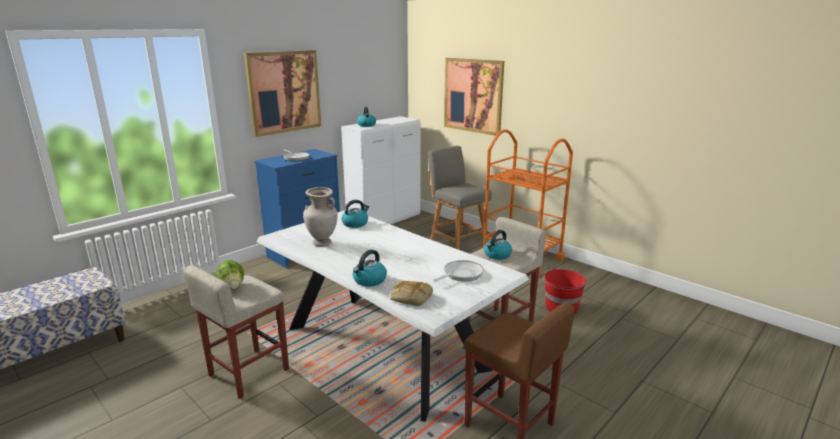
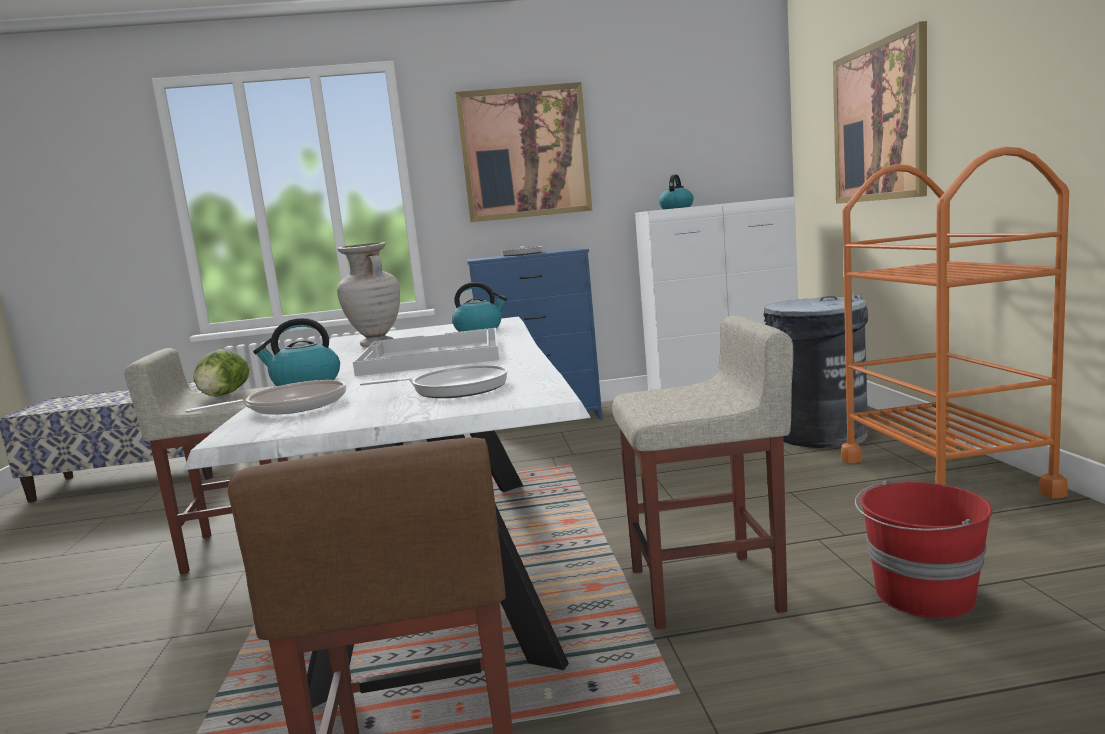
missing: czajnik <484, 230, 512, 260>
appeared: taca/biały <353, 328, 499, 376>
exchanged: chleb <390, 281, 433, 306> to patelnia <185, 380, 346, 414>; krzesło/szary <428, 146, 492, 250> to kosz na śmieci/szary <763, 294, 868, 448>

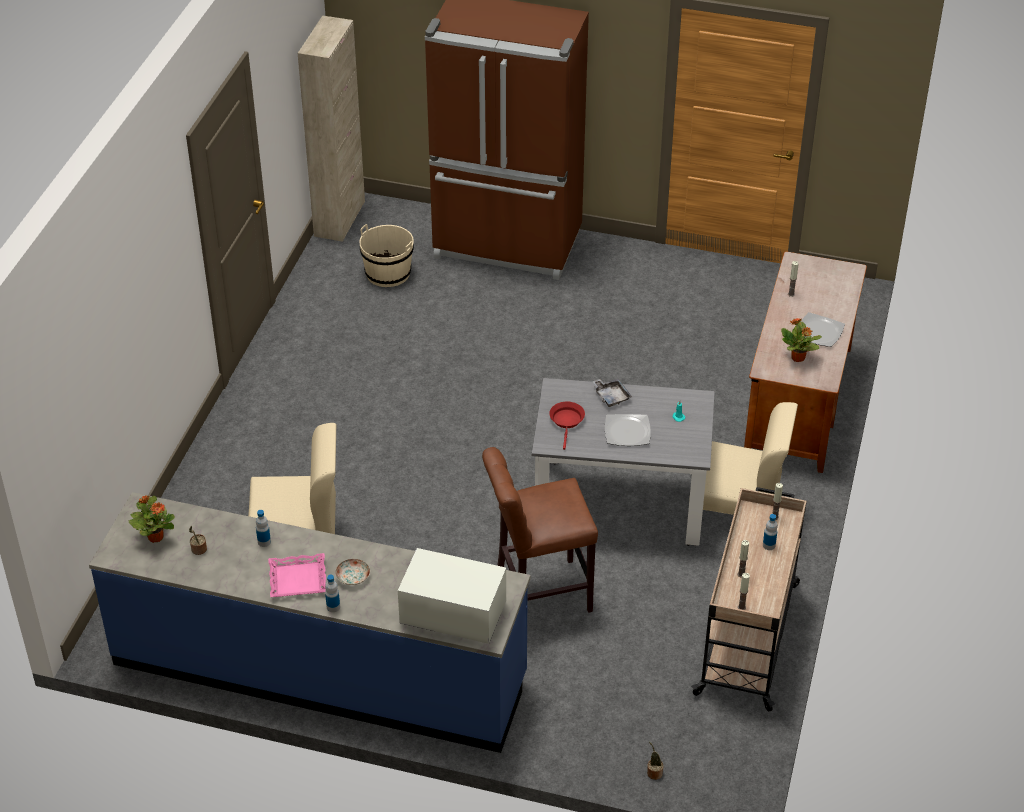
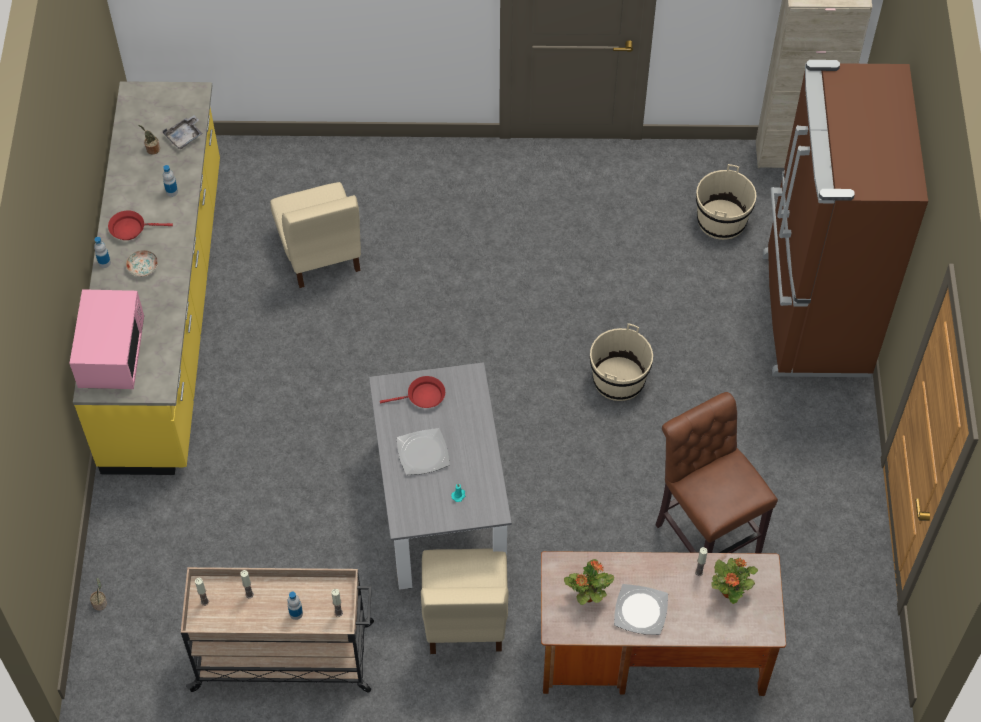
appeared: wiadro/beżowy <590, 323, 653, 401>
relocated: roślina doniczkowa <128, 495, 175, 543> to <711, 558, 758, 604>; stołek/brązowy <482, 447, 598, 613> to <655, 392, 778, 553>; taca/szary <592, 379, 632, 407> to <163, 115, 203, 149>
exchanged: taca/różowy <268, 553, 326, 597> to patelnia/czerwony <108, 210, 173, 240>
colour: zabudowa kuchenna/niebieski <89, 492, 531, 753> to zabudowa kuchenna/żółty <73, 81, 220, 475>; mikrofalówka/biały <398, 548, 506, 644> to mikrofalówka/różowy <69, 289, 144, 389>

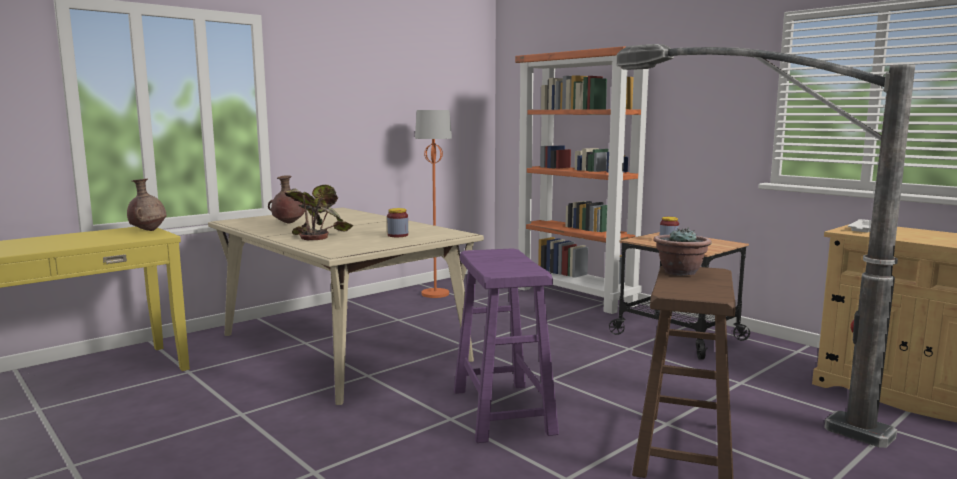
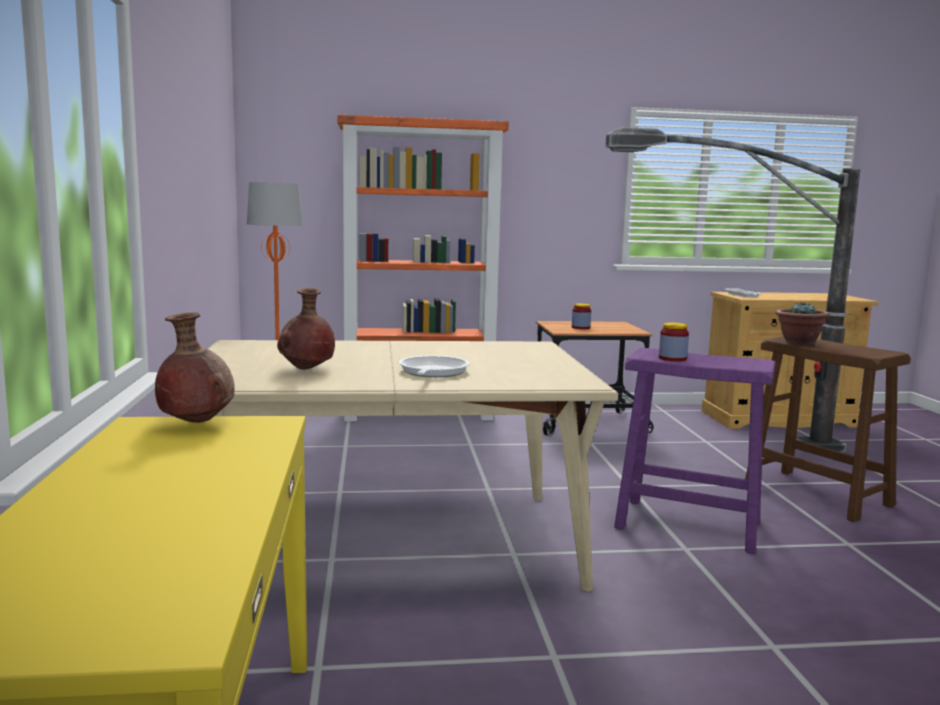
relocated: słoik <387, 208, 408, 237> to <659, 323, 689, 362>
exchanged: roślina doniczkowa <284, 184, 353, 240> to patelnia <399, 355, 470, 378>

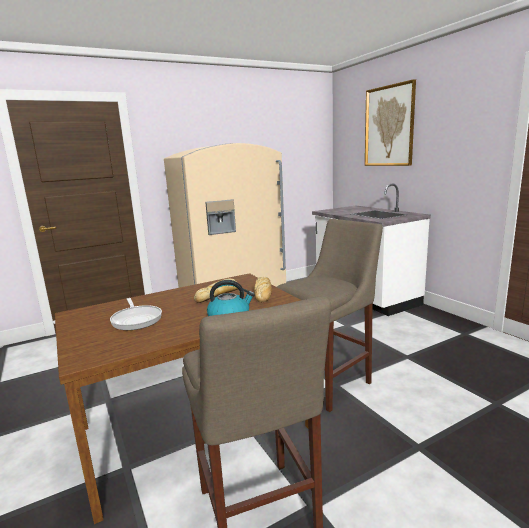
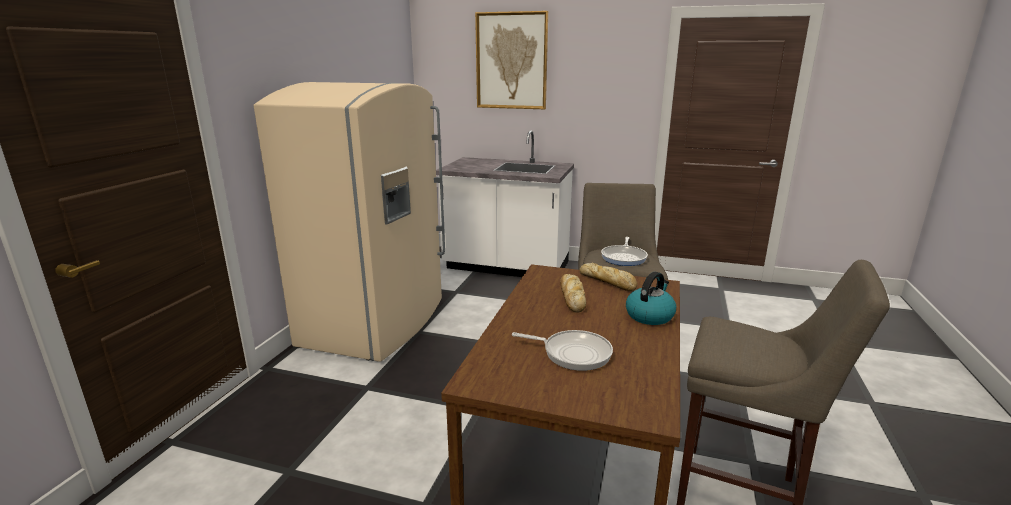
appeared: patelnia <601, 237, 648, 266>

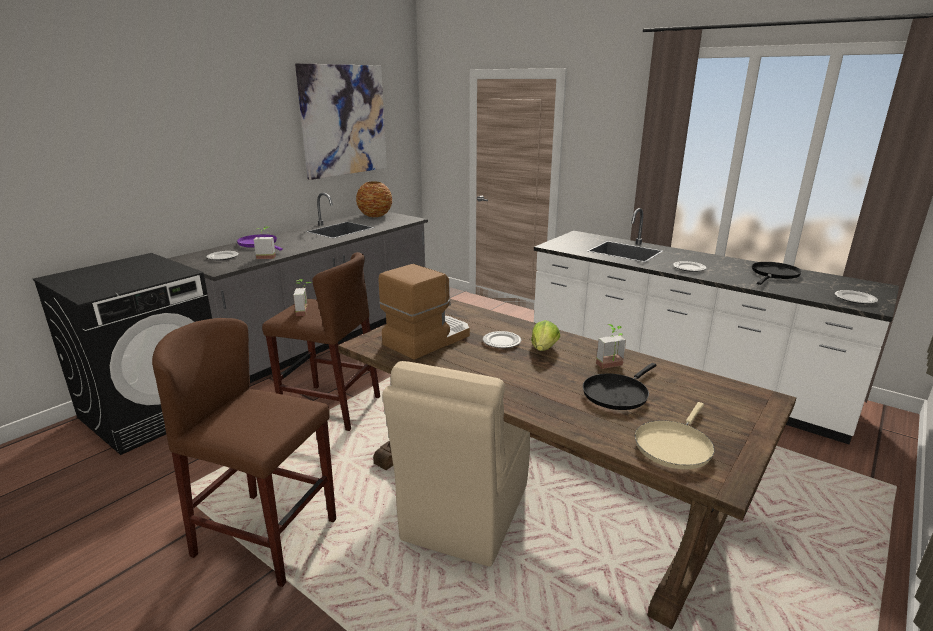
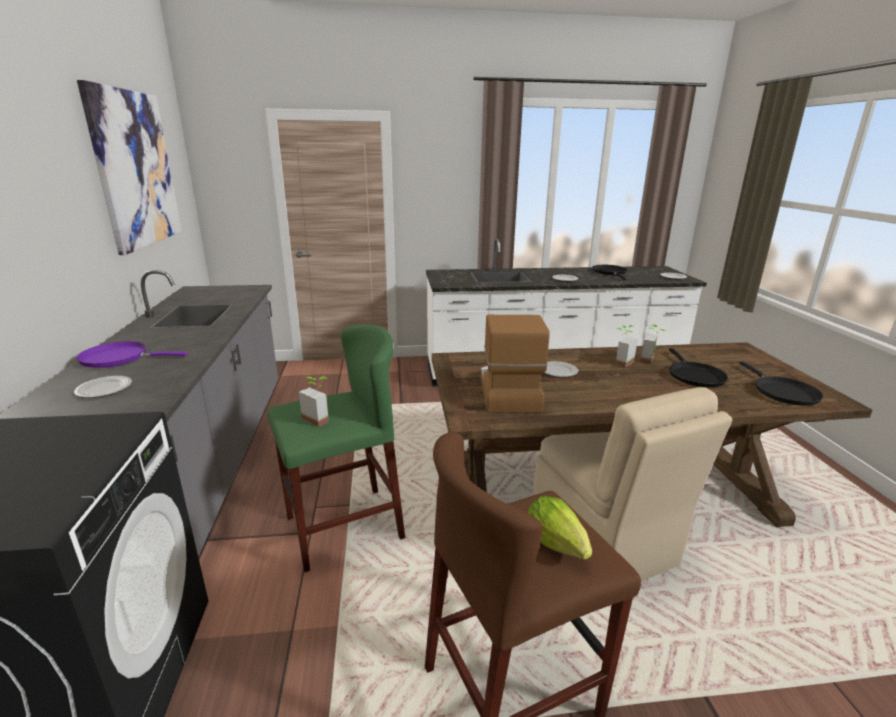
missing: wazon <356, 181, 392, 217>
relocated: roślina doniczkowa <254, 226, 276, 259> to <615, 325, 638, 368>; sałata <531, 320, 560, 351> to <528, 496, 592, 560>
colour: stołek/brązowy <262, 252, 380, 431> to stołek/zielony <267, 324, 405, 572>; patelnia/beżowy <635, 402, 715, 469> to patelnia/czarny <739, 361, 823, 406>

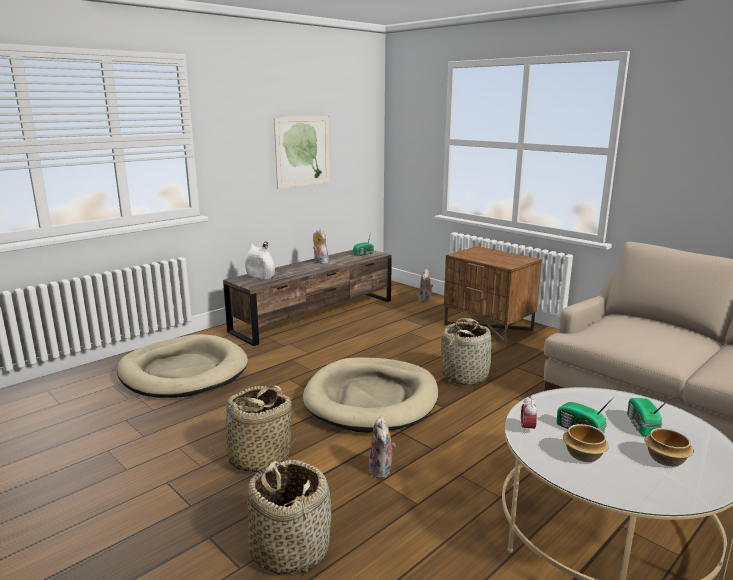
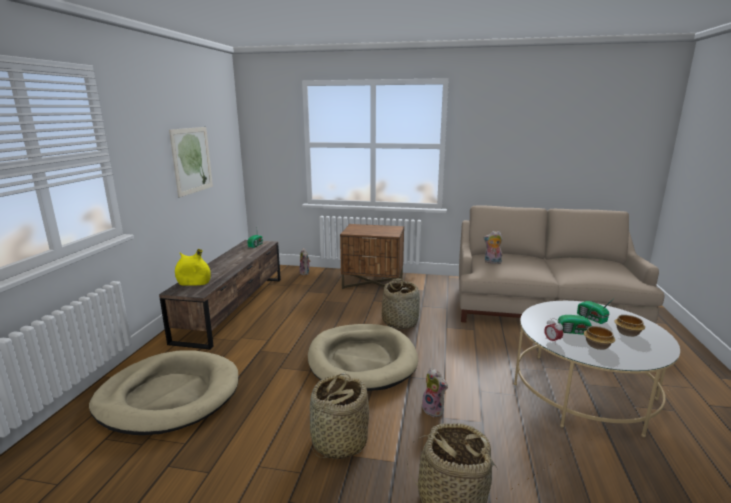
relocated: pluszak <313, 228, 329, 264> to <483, 231, 503, 264>
colour: wazon/biały <245, 241, 275, 280> to wazon/żółty <175, 249, 211, 286>

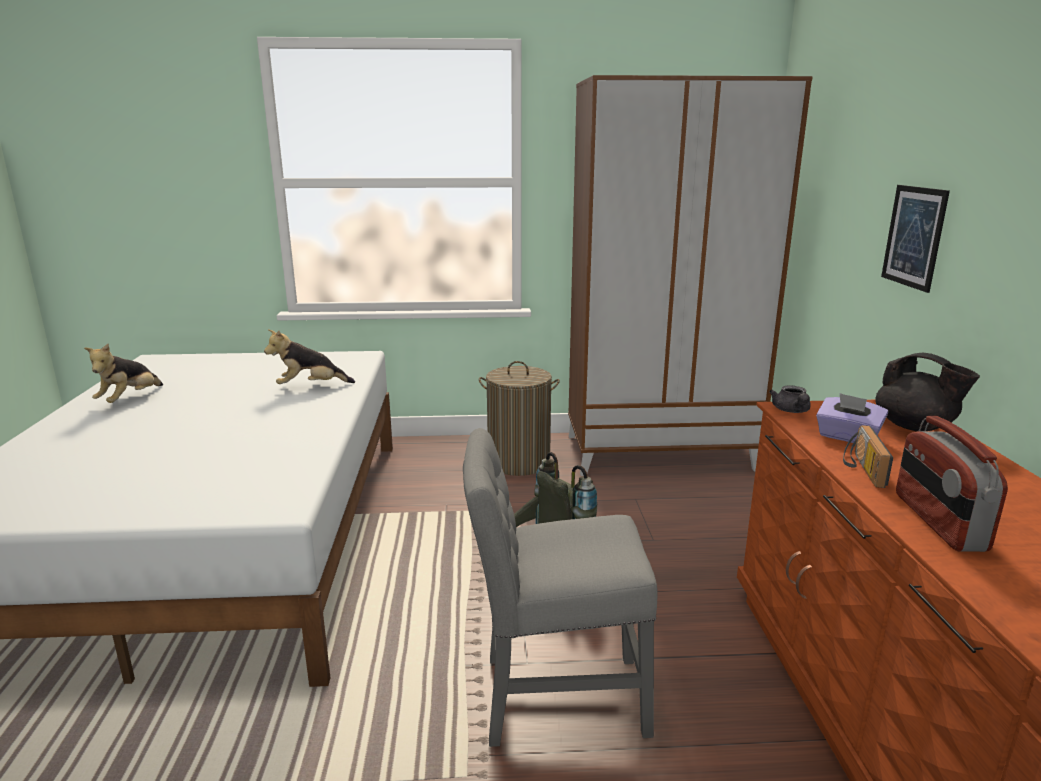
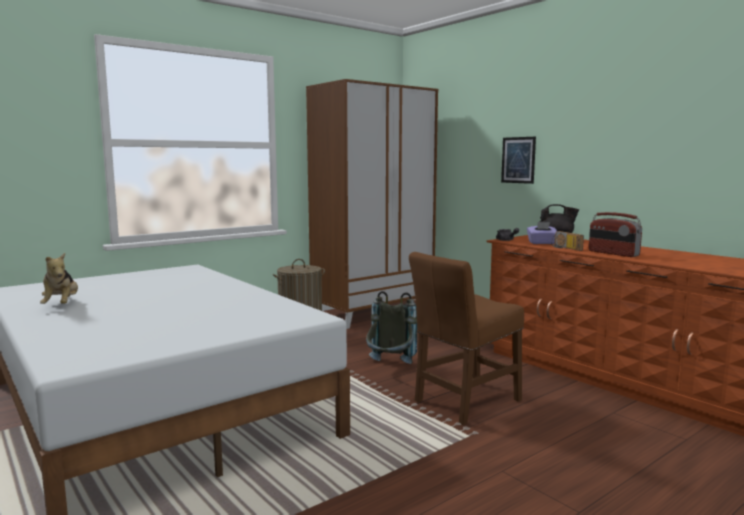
missing: pluszak <264, 329, 355, 384>
colour: krzesło/szary <463, 428, 657, 747> to krzesło/brązowy <409, 252, 524, 425>

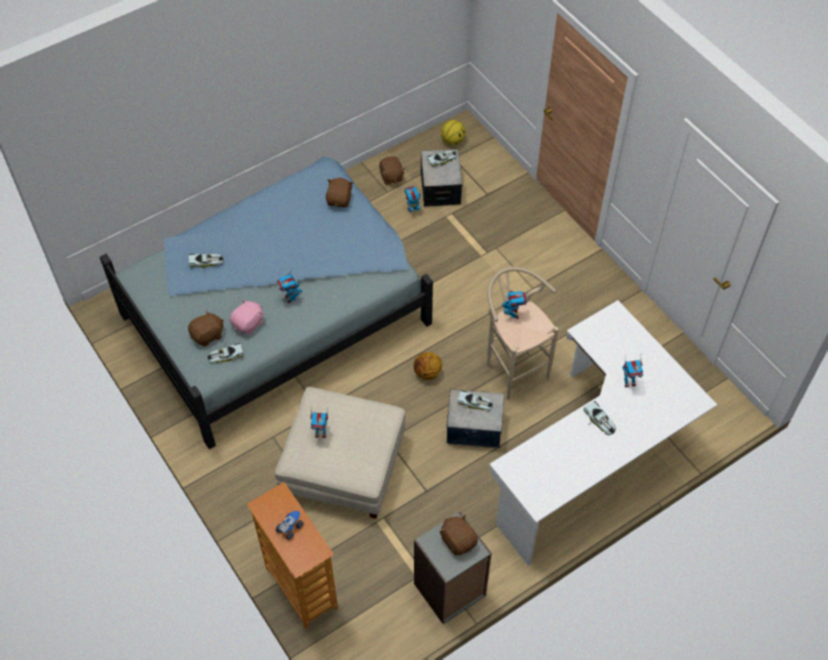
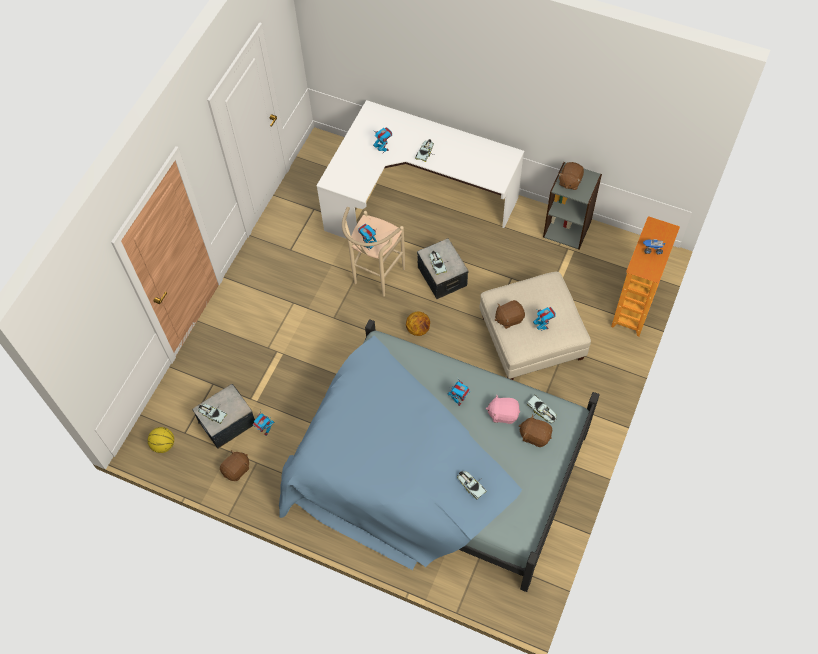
relocated: pluszak/brązowy <326, 178, 353, 208> to <495, 300, 525, 329>

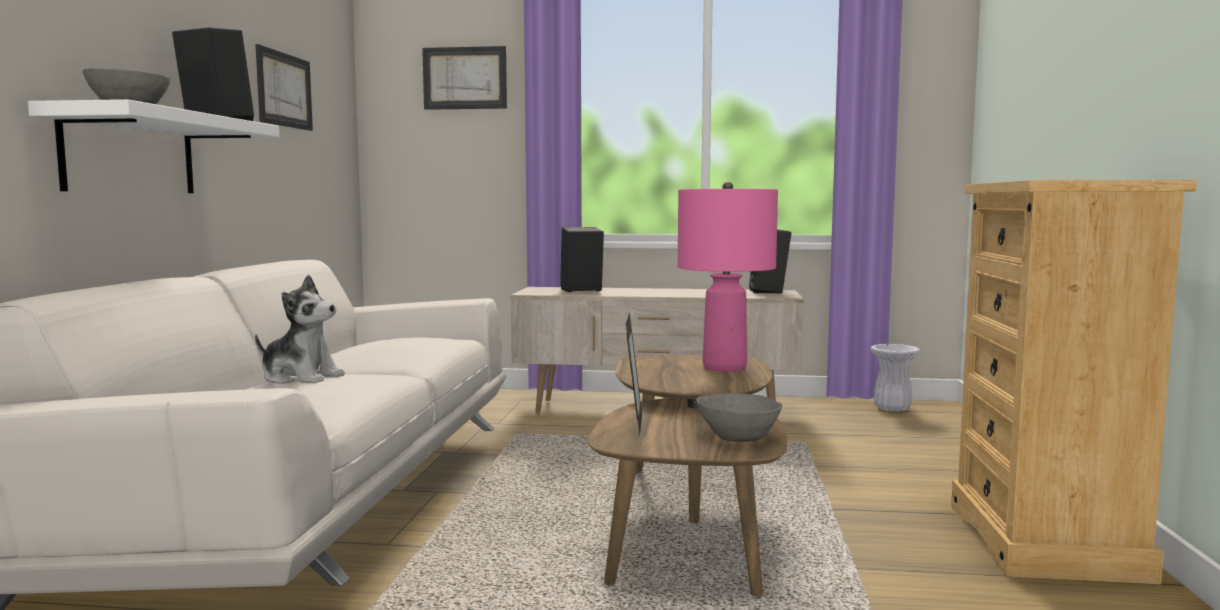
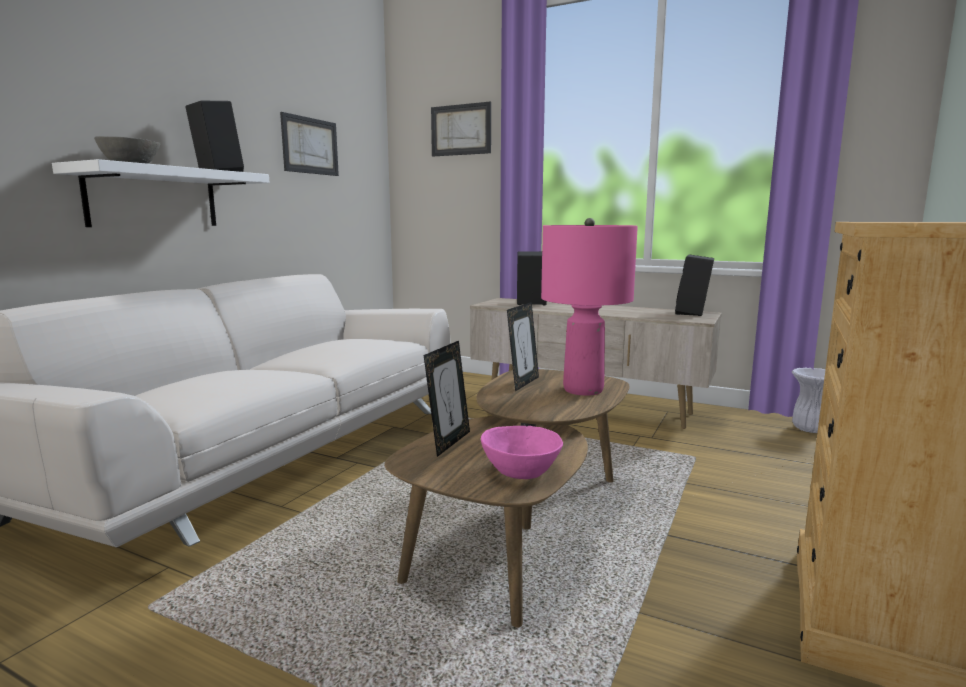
missing: pluszak <255, 275, 345, 384>
appeared: ramka na zdjęcie <507, 302, 539, 392>
colour: miska/szary <696, 393, 782, 442> to miska/różowy <481, 426, 563, 479>

